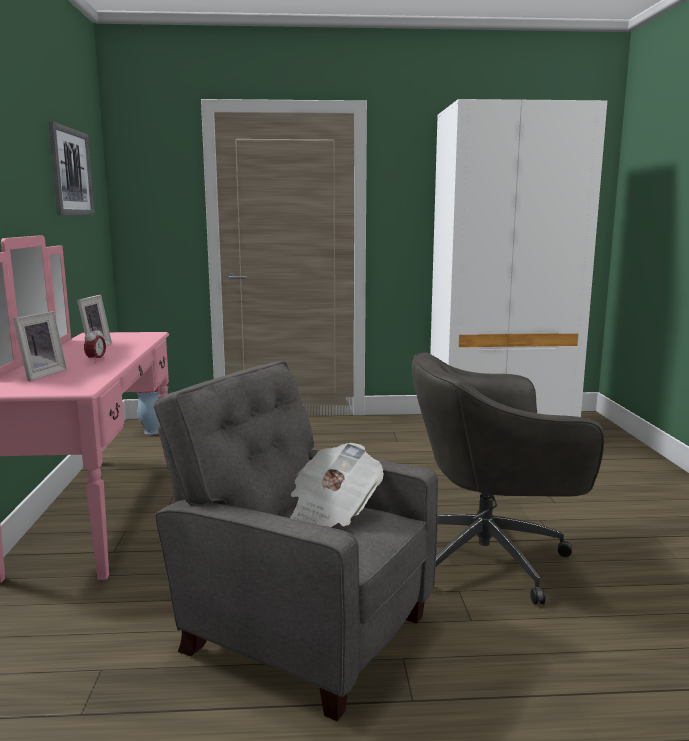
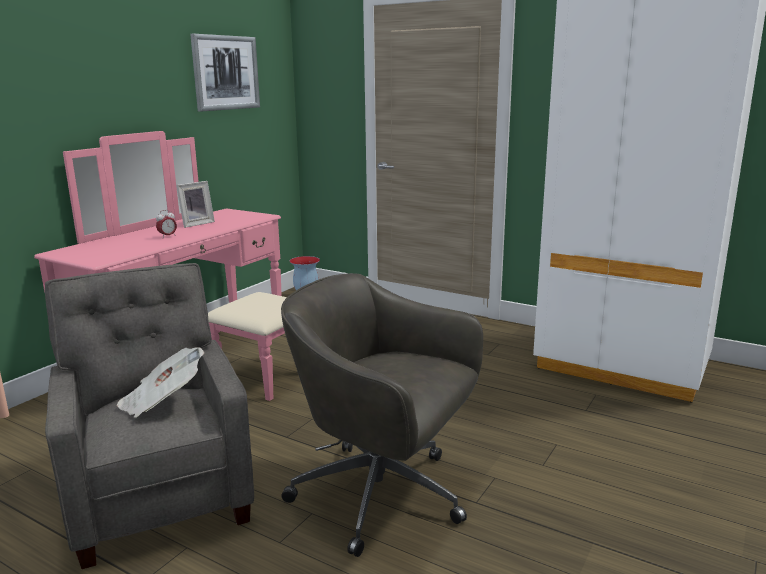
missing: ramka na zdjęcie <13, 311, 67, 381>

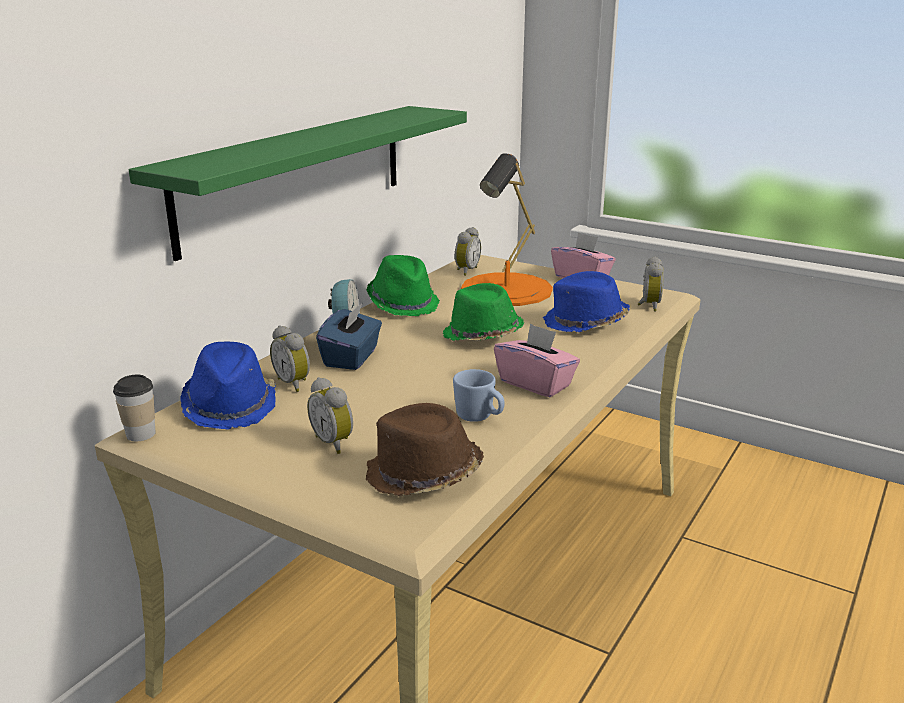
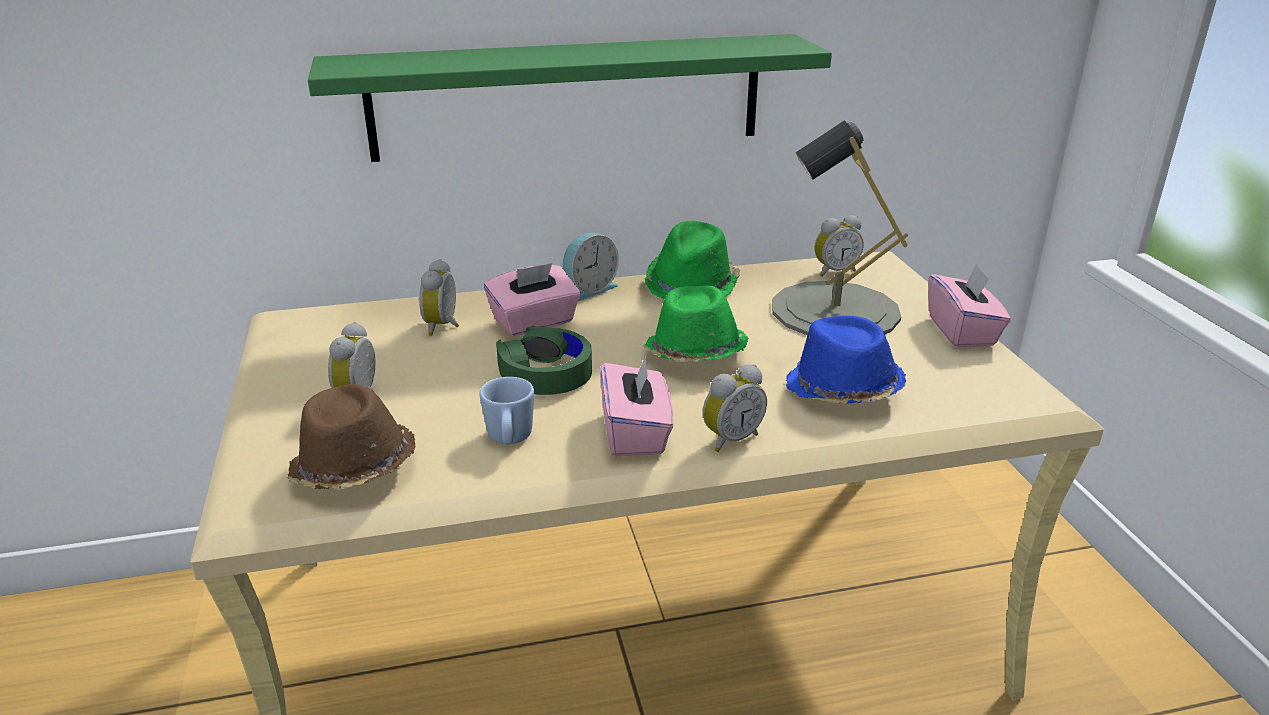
missing: filiżanka <113, 375, 156, 441>; kapelusz/niebieski <180, 342, 276, 430>
appeared: słuchawki/zielony <496, 326, 592, 395>
relocated: budzik <638, 256, 664, 312> to <703, 364, 767, 452>
colour: pudełko chusteczek/niebieski <316, 303, 382, 370> to pudełko chusteczek/różowy <484, 263, 581, 336>; lampa stołowa/pomarańczowy <461, 153, 553, 306> to lampa stołowa/szary <772, 121, 908, 335>

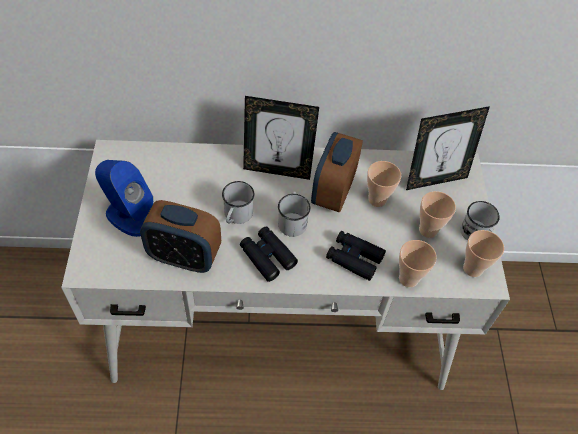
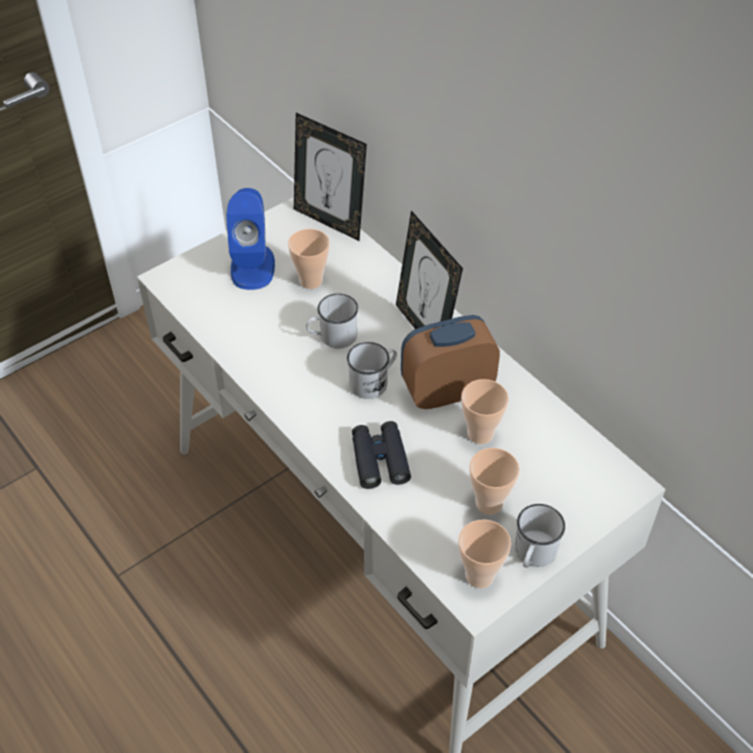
missing: budzik <140, 200, 221, 273>; lornetka/czarny <240, 227, 298, 282>
relocated: filiżanka <399, 240, 437, 287> to <288, 229, 330, 289>; ramka na zdjęcie <406, 106, 490, 190> to <294, 113, 367, 241>

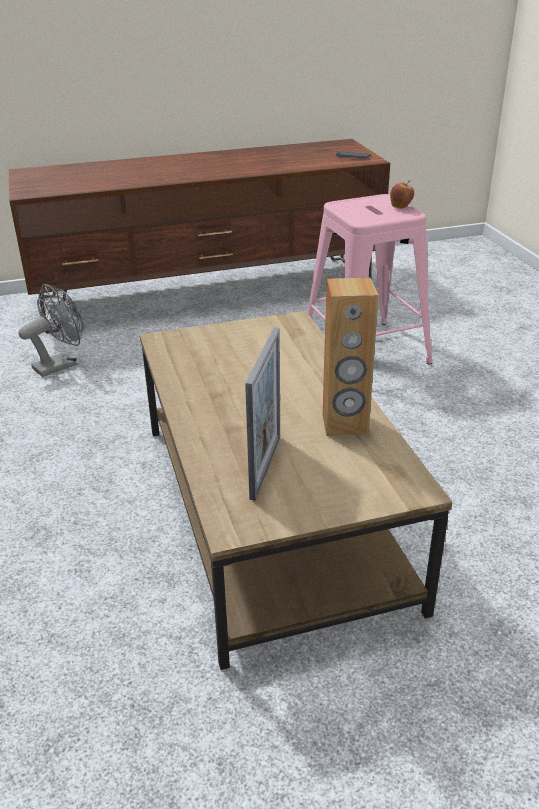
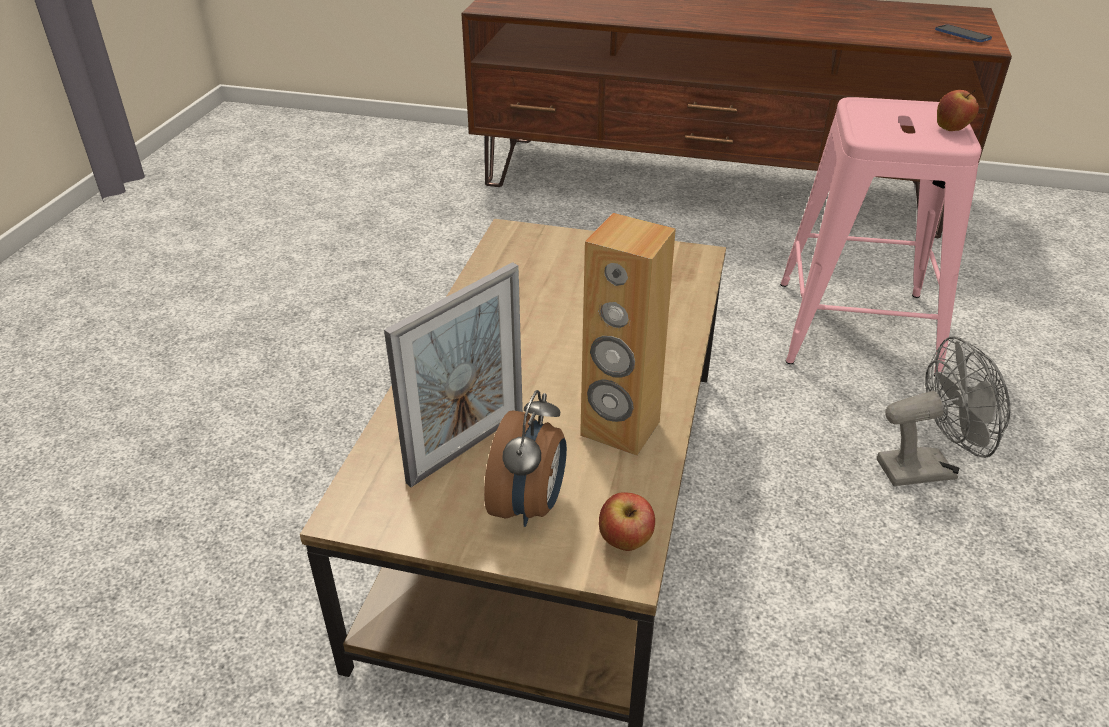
appeared: budzik <484, 390, 567, 527>; jabłko <599, 492, 655, 551>
relocated: wentylator/szary <18, 284, 84, 377> to <877, 337, 1011, 486>

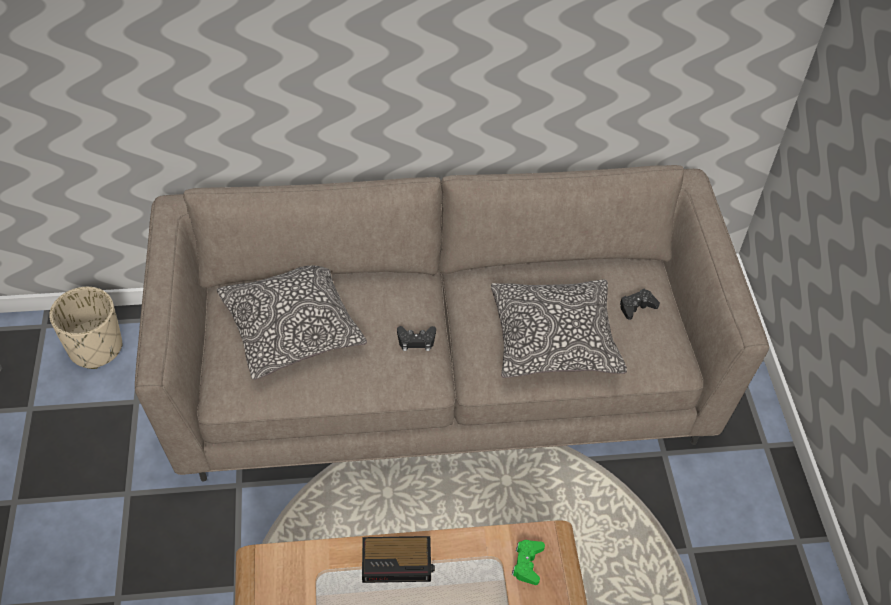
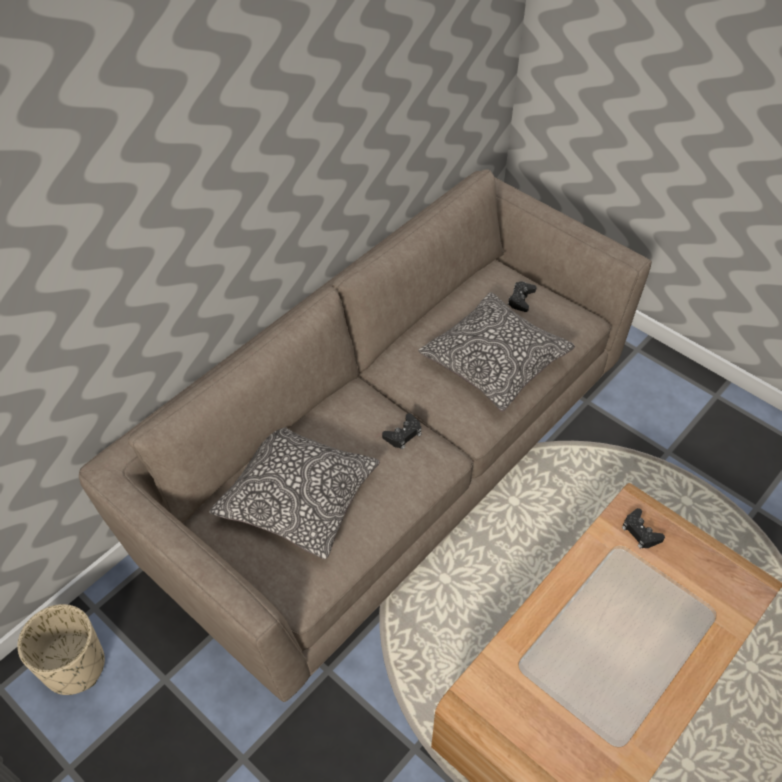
missing: budzik <362, 536, 435, 583>
colour: pad do gier/zielony <512, 540, 545, 585> to pad do gier/czarny <622, 508, 665, 549>

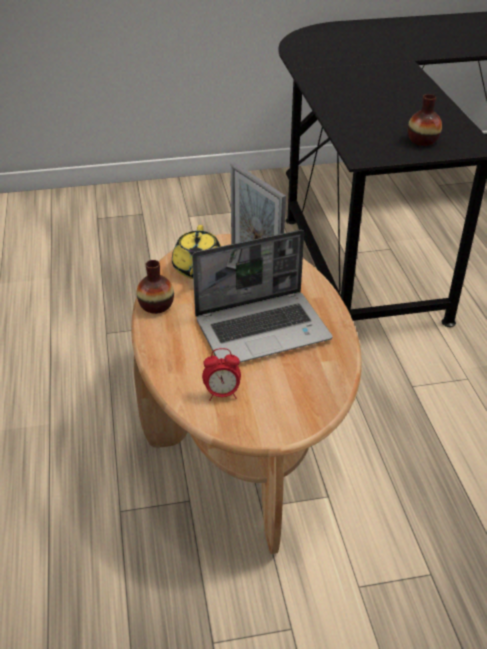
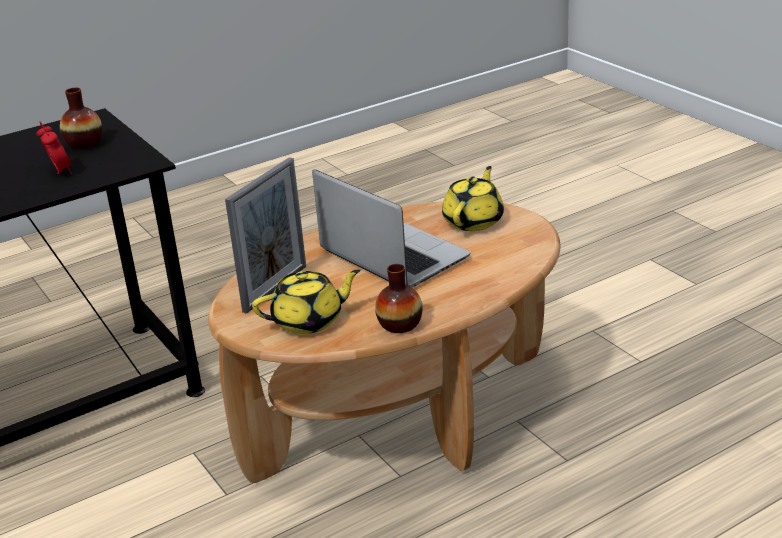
appeared: imbryk/żółty <442, 166, 504, 231>
relocated: budzik <202, 348, 241, 401> to <37, 121, 72, 174>

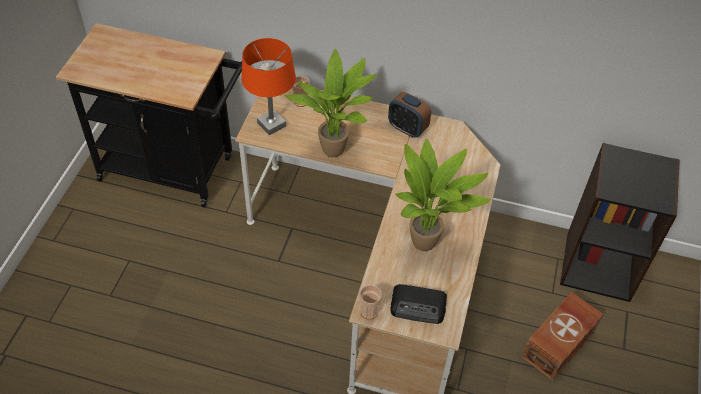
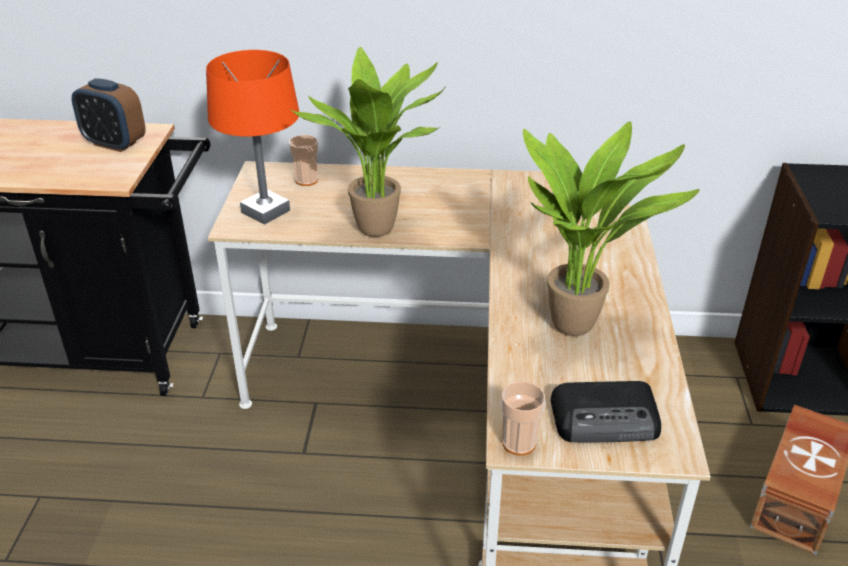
relocated: budzik <388, 92, 431, 138> to <72, 78, 146, 152>

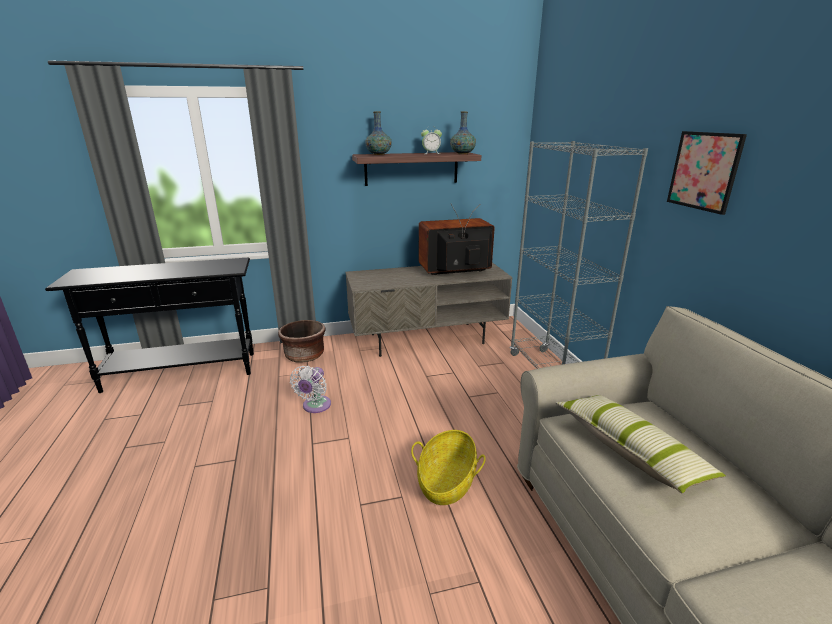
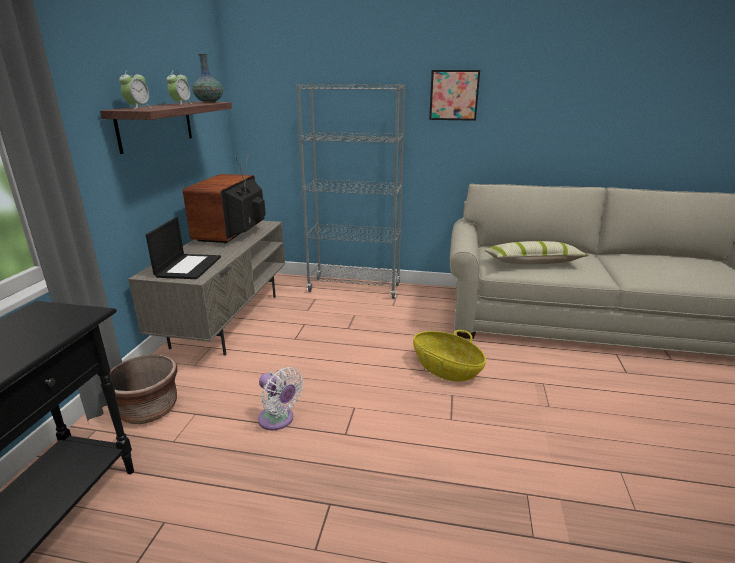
appeared: laptop <146, 217, 221, 279>
exchanged: wazon <365, 112, 392, 155> to budzik <119, 69, 152, 109>

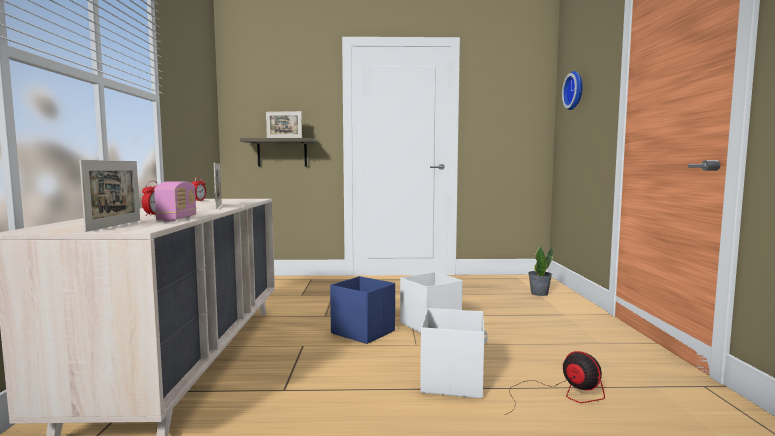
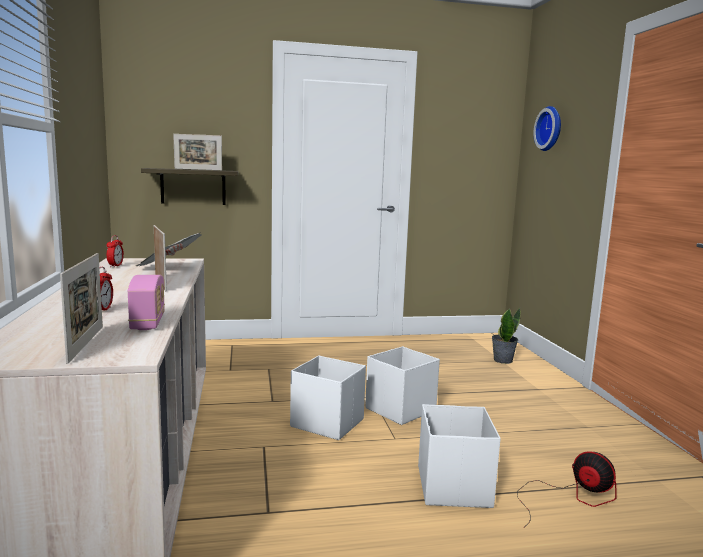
appeared: gazeta <136, 232, 201, 266>
colour: pojemnik do przechowywania/niebieski <330, 276, 395, 344> to pojemnik do przechowywania/biały <290, 356, 366, 440>

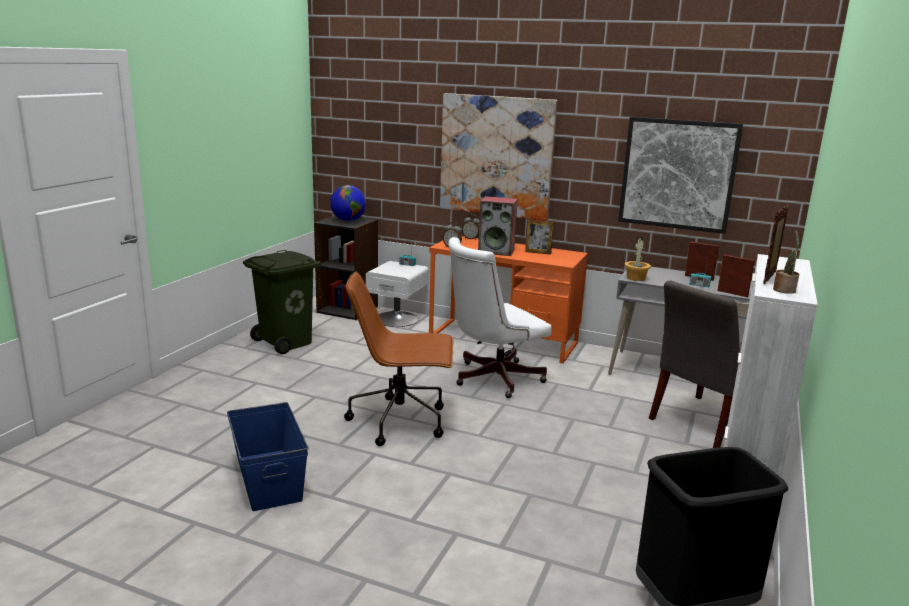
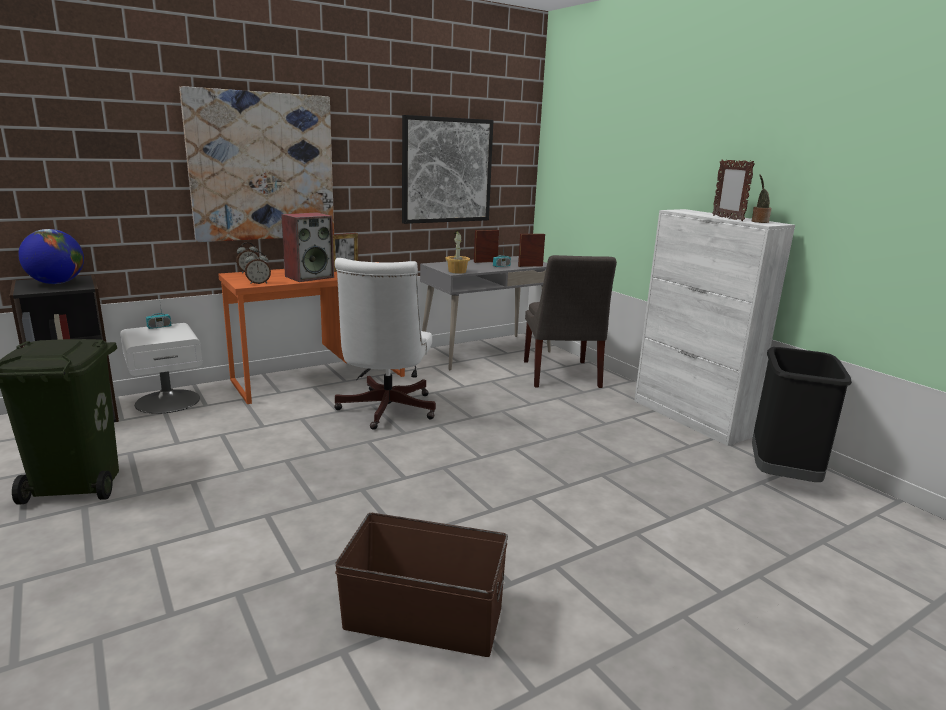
missing: krzesło biurowe/brązowy <344, 271, 454, 446>
colour: pojemnik do przechowywania/niebieski <227, 402, 308, 511> to pojemnik do przechowywania/brązowy <335, 513, 508, 657>

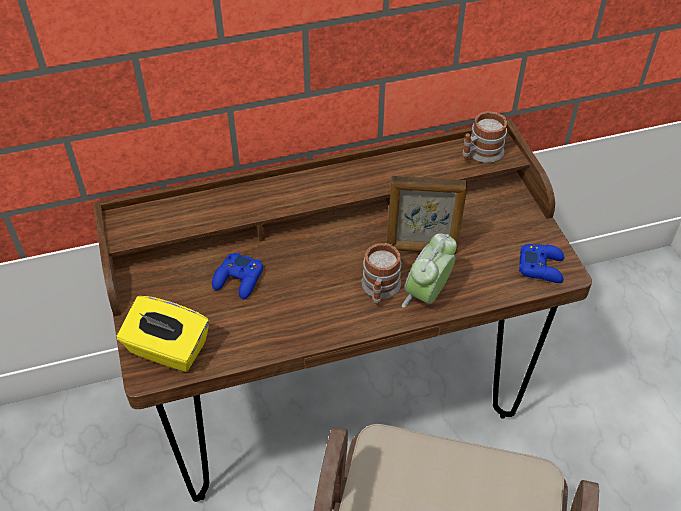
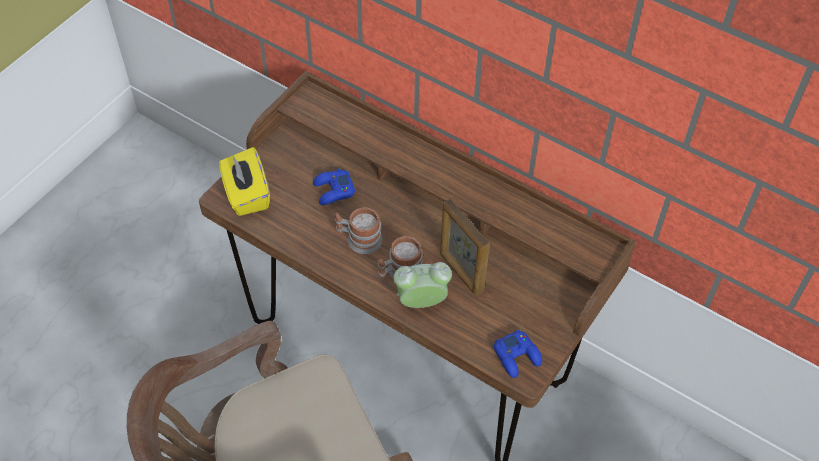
relocated: kubek <462, 111, 507, 163> to <335, 207, 382, 254>

